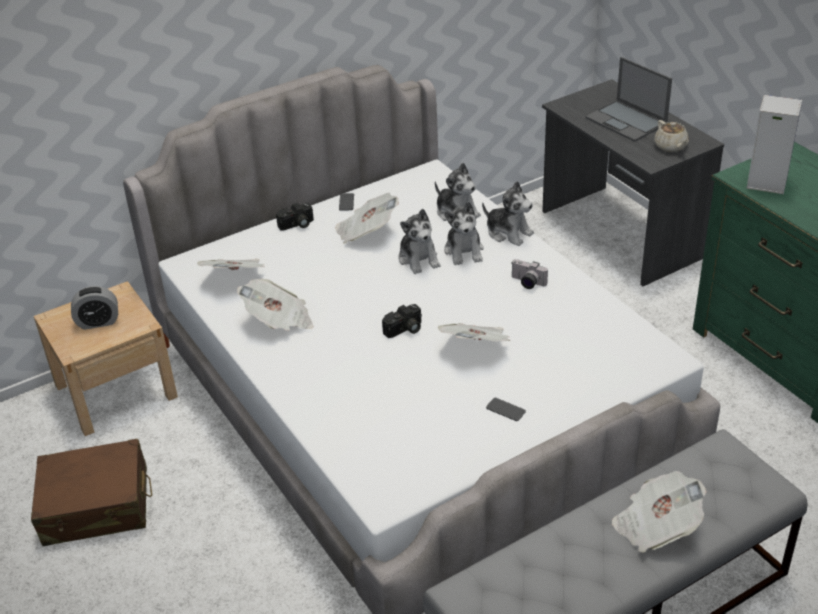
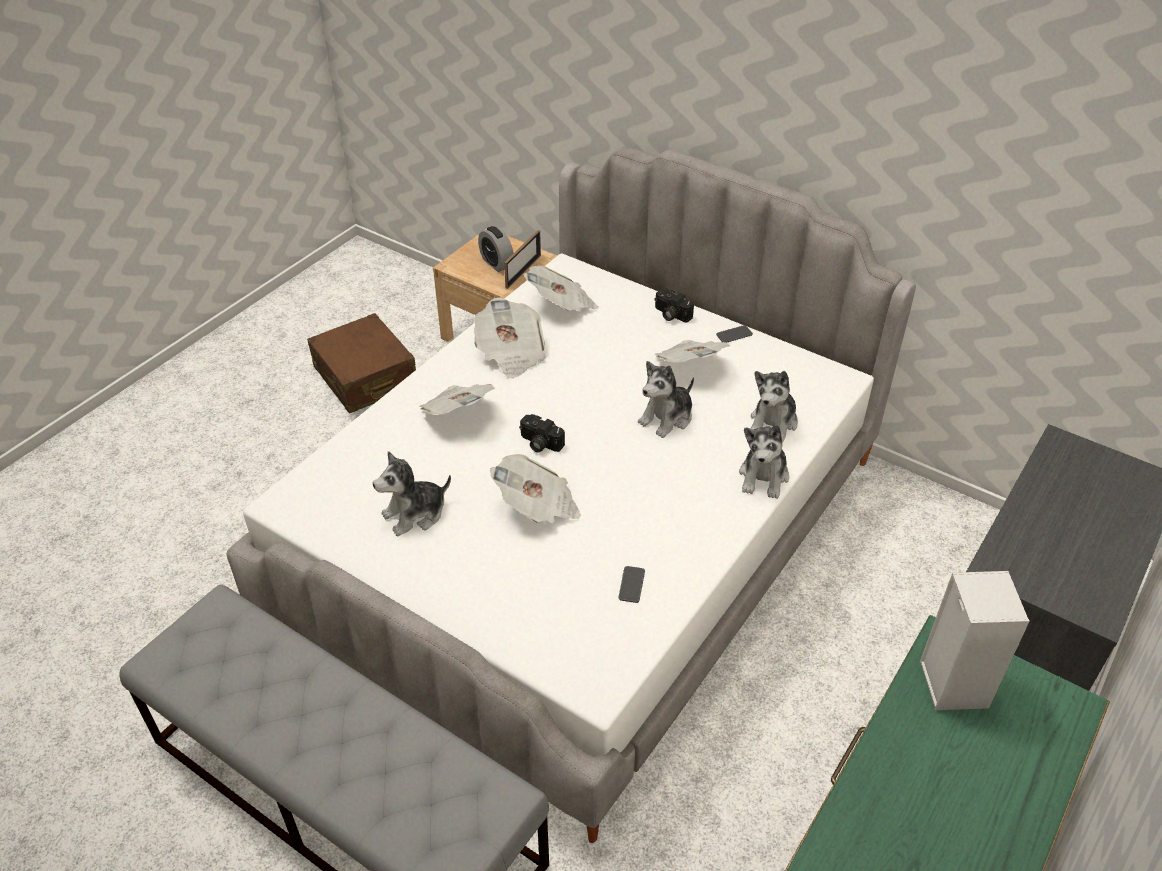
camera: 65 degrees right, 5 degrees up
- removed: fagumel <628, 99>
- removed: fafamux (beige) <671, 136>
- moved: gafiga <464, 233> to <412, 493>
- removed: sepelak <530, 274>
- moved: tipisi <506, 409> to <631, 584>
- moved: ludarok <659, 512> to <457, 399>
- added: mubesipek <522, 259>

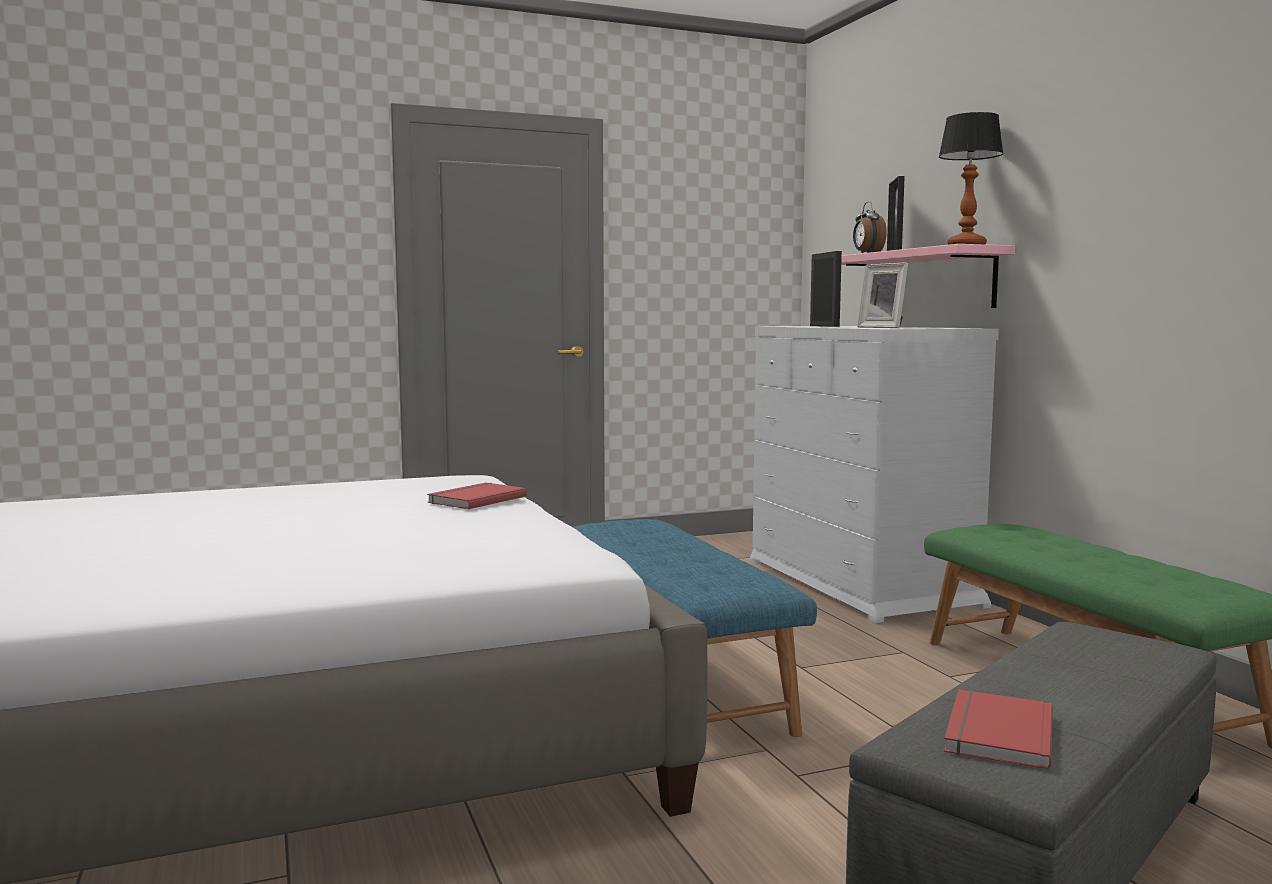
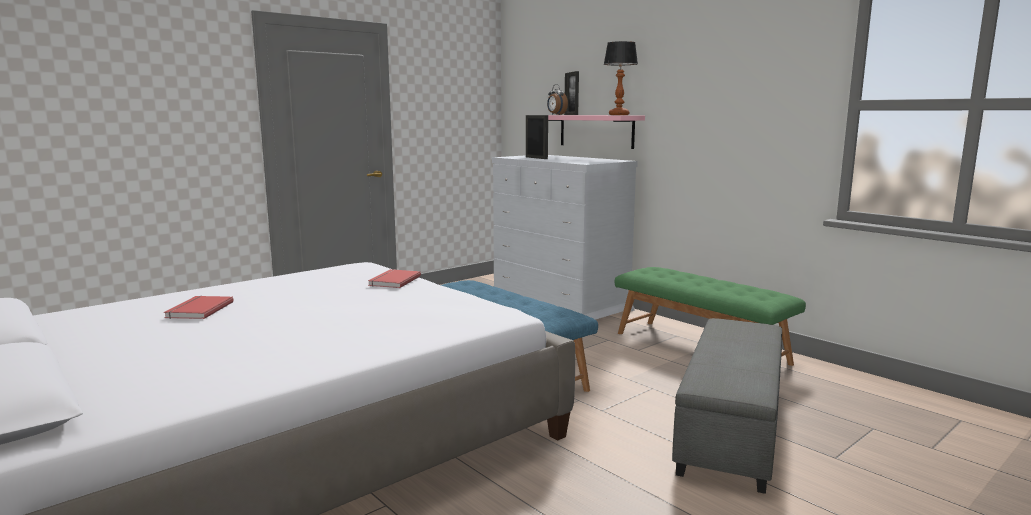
camera: 20 degrees left, 5 degrees up
- removed: mubesipek <882, 295>
- moved: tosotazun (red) <998, 729> to <199, 307>

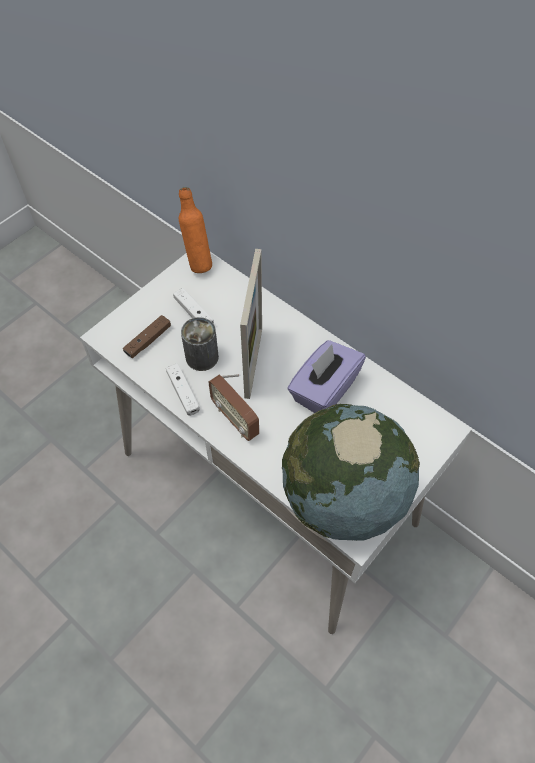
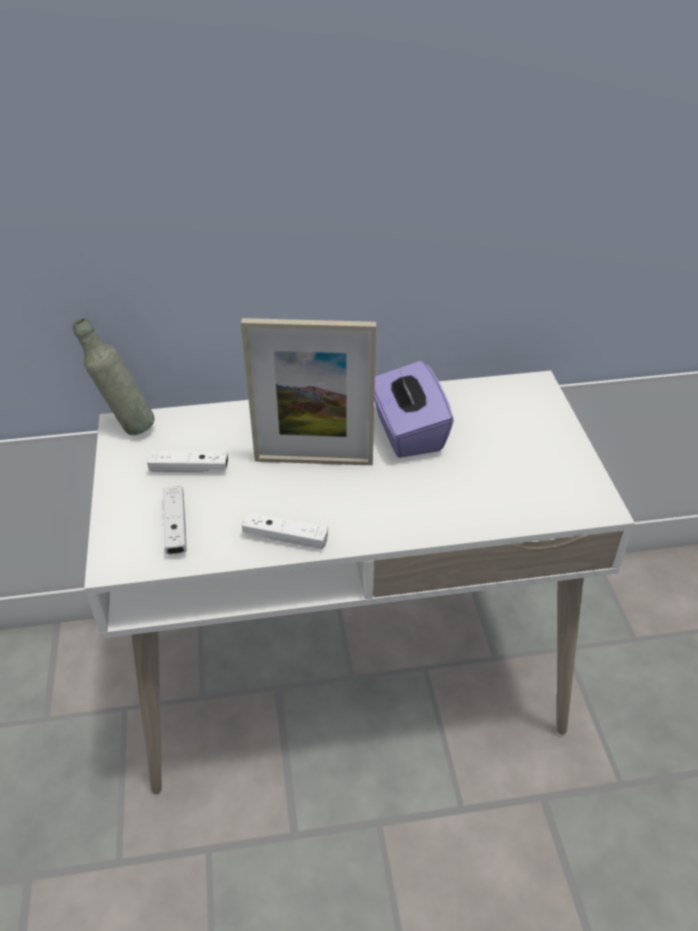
camera: 50 degrees left, 15 degrees down
- recoloured: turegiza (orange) <195, 230> to turegiza (grey) <113, 376>
- turned: mubesipek <251, 324> = <308, 391> 135 degrees clockwise
- recoloured: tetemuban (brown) <147, 336> to tetemuban (white) <175, 520>
- removed: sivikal <200, 344>
- removed: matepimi <233, 407>
- removed: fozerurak <351, 472>

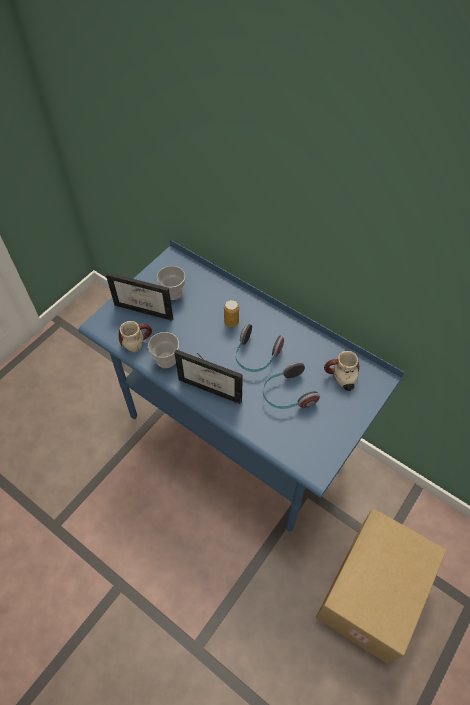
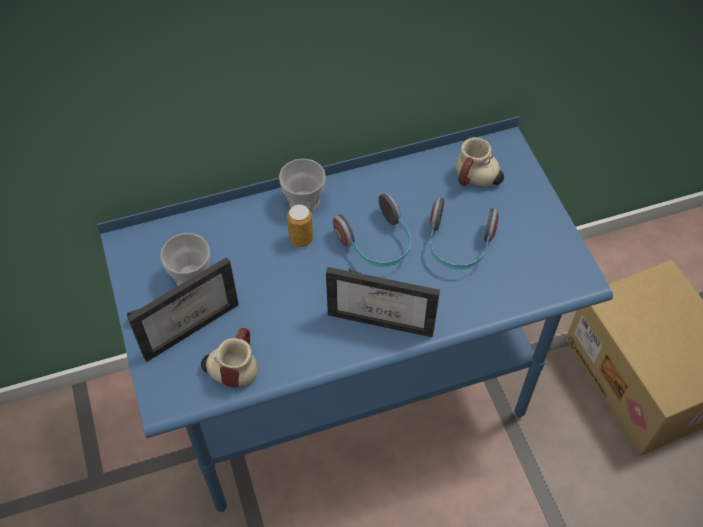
camera: 55 degrees left, 0 degrees up
- moved: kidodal <163, 350> to <302, 185>
- turned: mubesipek <208, 376> = <383, 302> 45 degrees clockwise

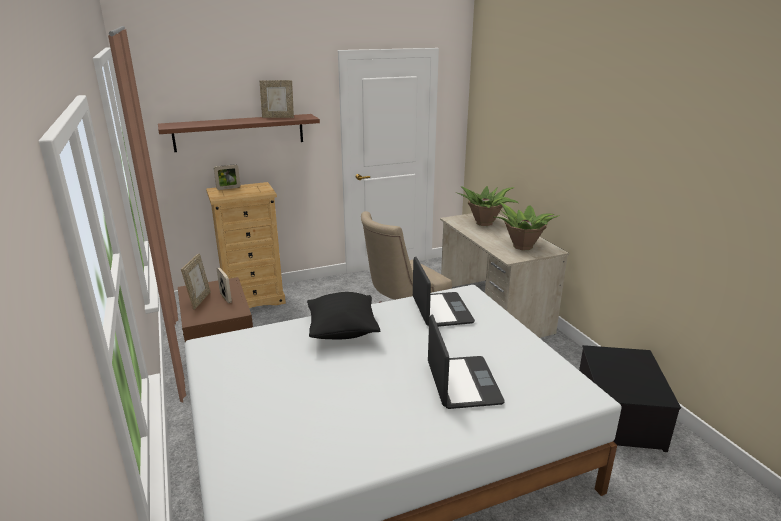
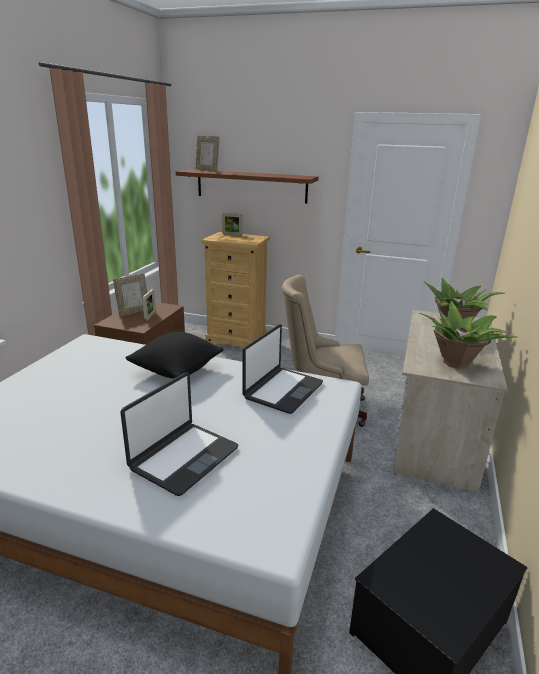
camera: 40 degrees right, 0 degrees up
- moved: mubesipek <277, 99> to <207, 153>

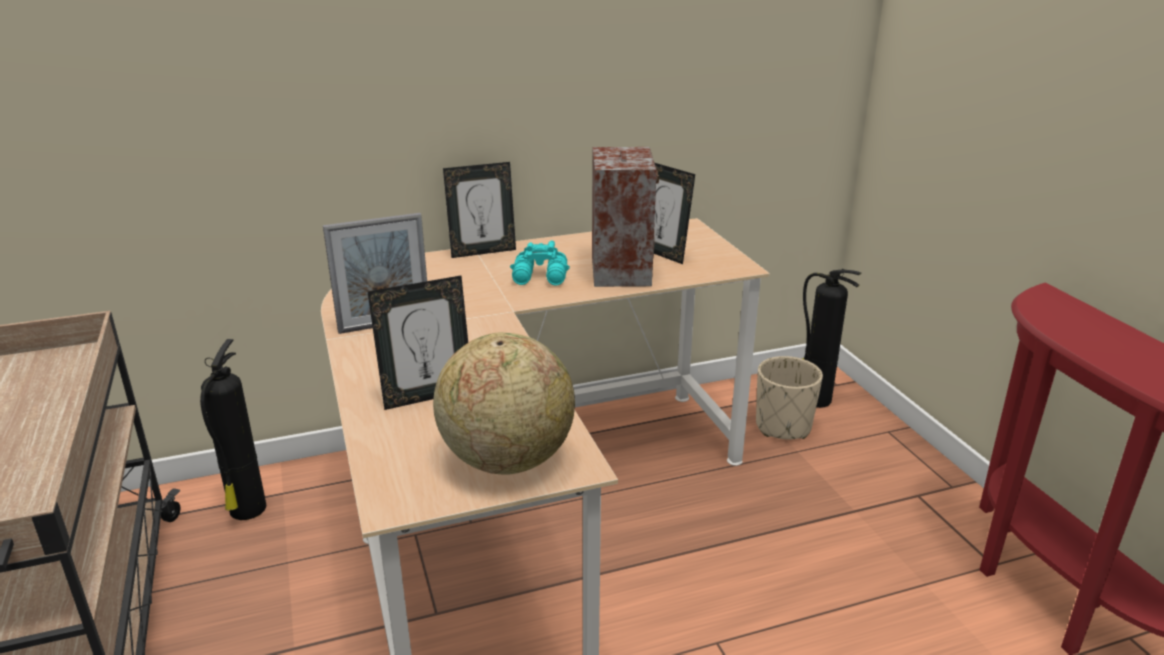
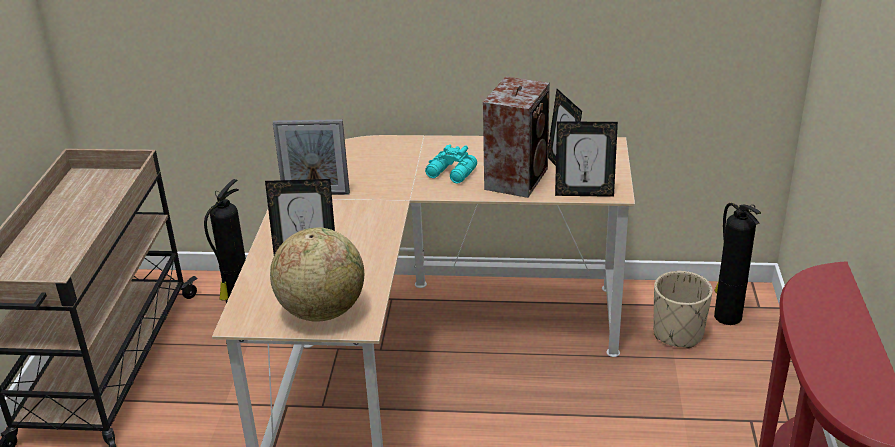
camera: 25 degrees right, 5 degrees up
- moved: mubesipek <479, 210> to <586, 159>

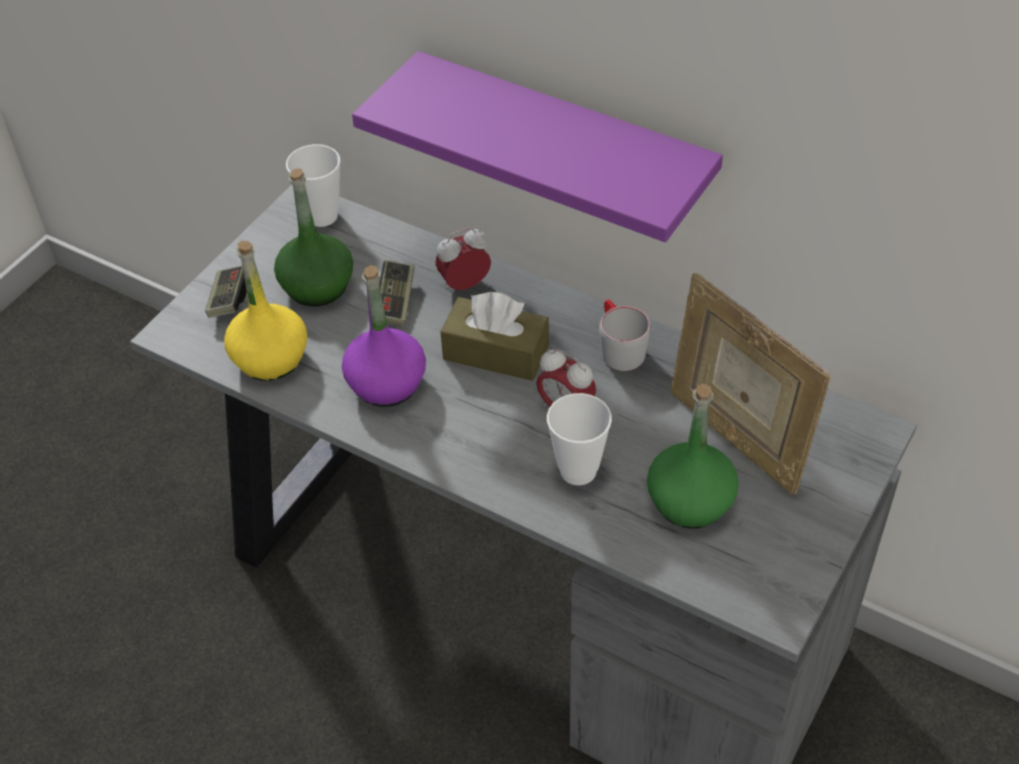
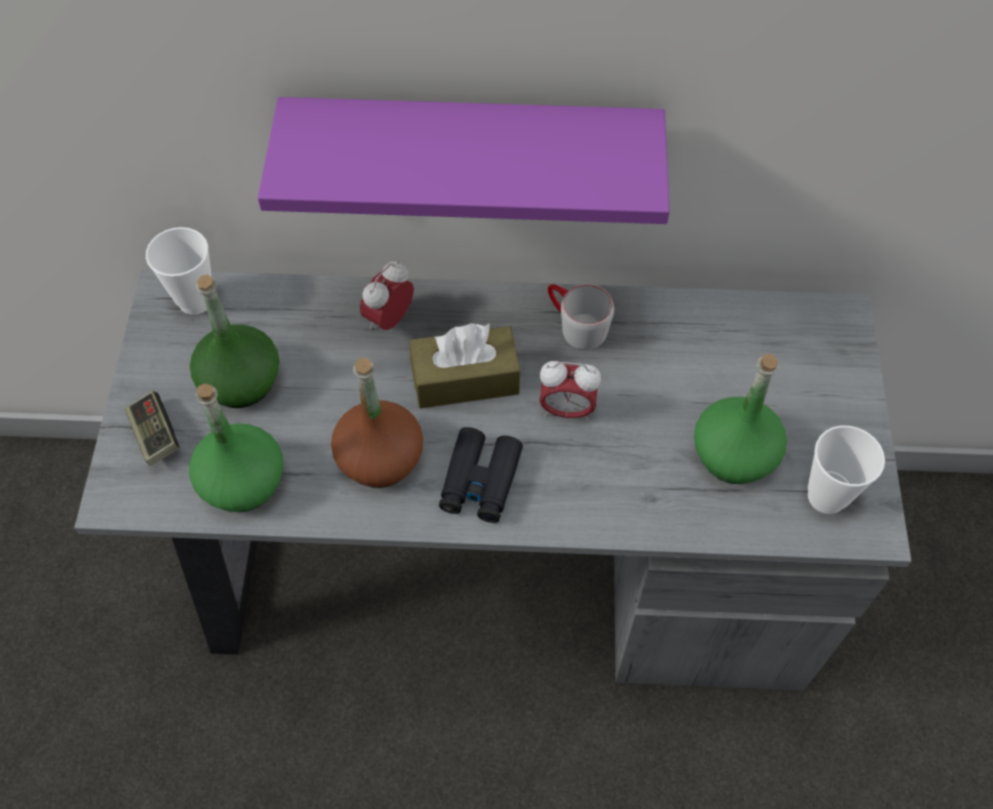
camera: 30 degrees left, 10 degrees up
- recoloured: turegiza (yellow) <266, 311> to turegiza (green) <236, 447>
- removed: tetemuban <397, 293>
- recoloured: turegiza (purple) <384, 336> to turegiza (brown) <377, 423>
- removed: mubesipek <750, 383>
- moved: kidodal <579, 439> to <846, 469>
- added: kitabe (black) <481, 475>

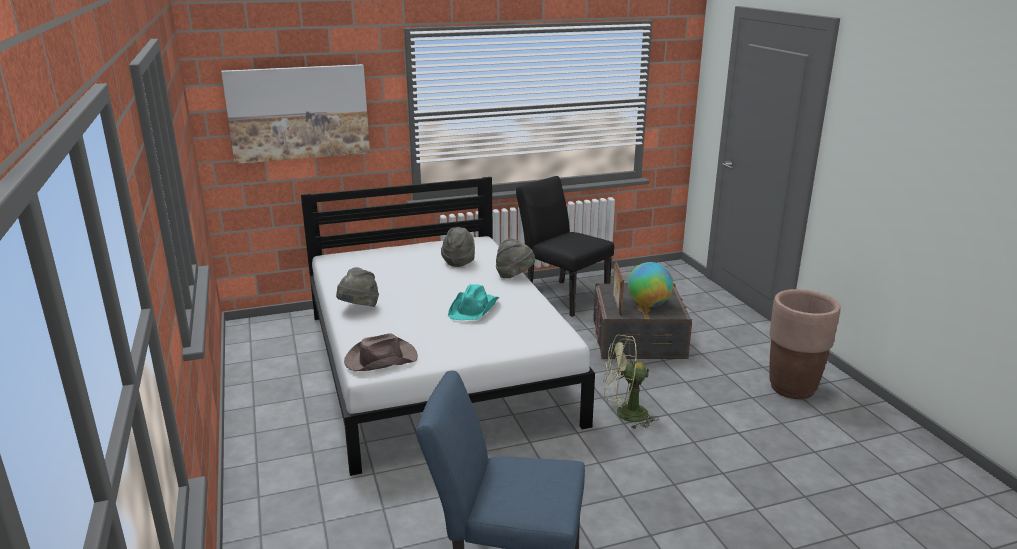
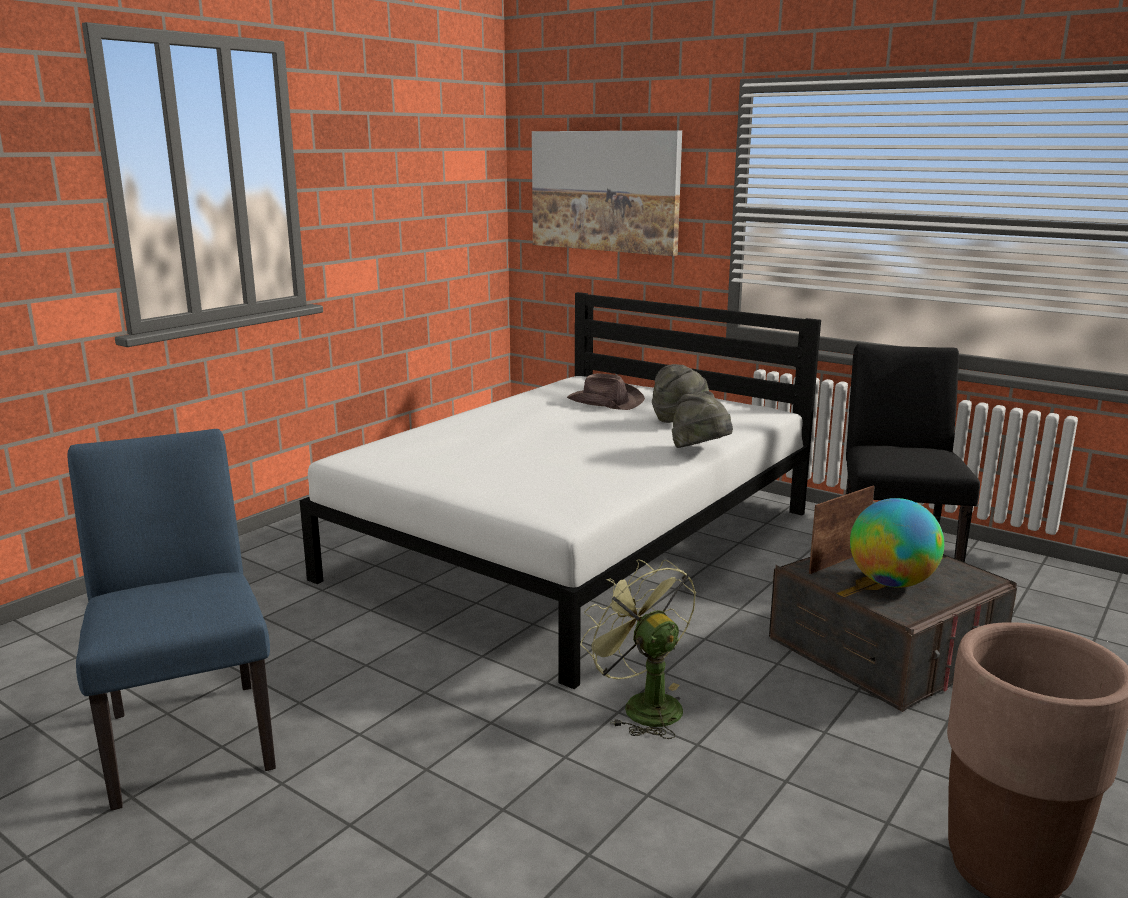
camera: 55 degrees right, 5 degrees down
- removed: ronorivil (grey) <357, 287>
- removed: ronorivil (turquoise) <473, 302>
- moved: ronorivil (brown) <381, 352> to <606, 391>

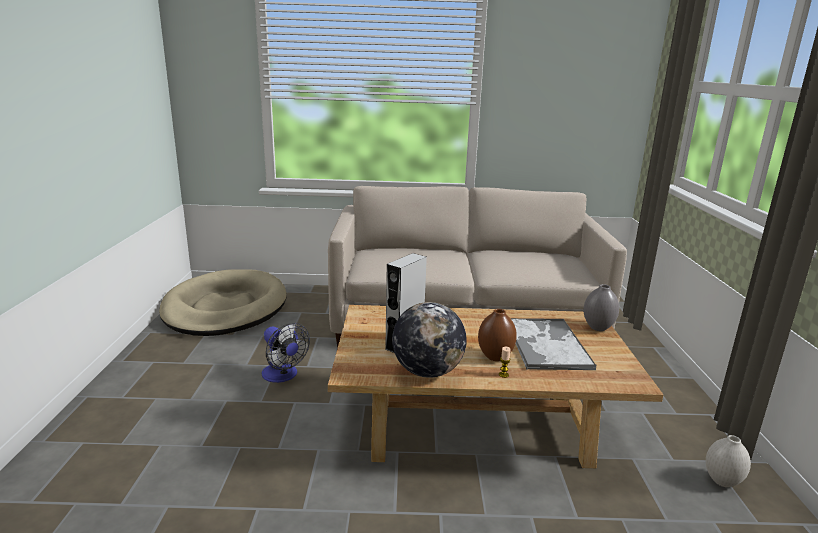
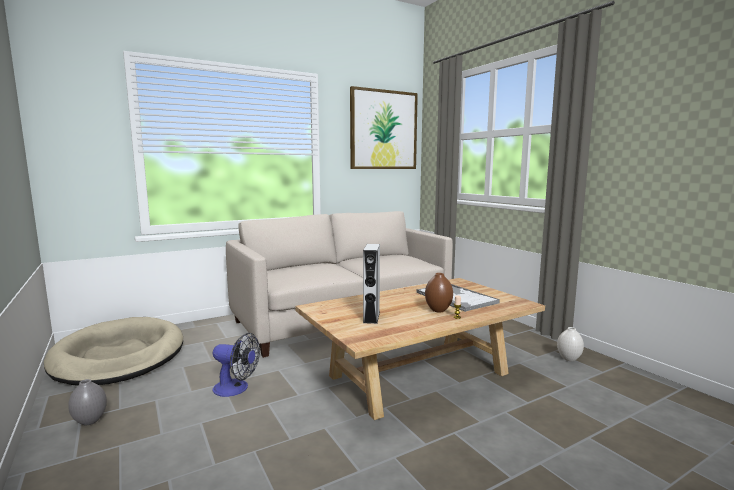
camera: 30 degrees left, 10 degrees down
- moved: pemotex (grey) <601, 307> to <87, 402>
- removed: fozerurak <429, 340>
- added: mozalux <384, 127>

